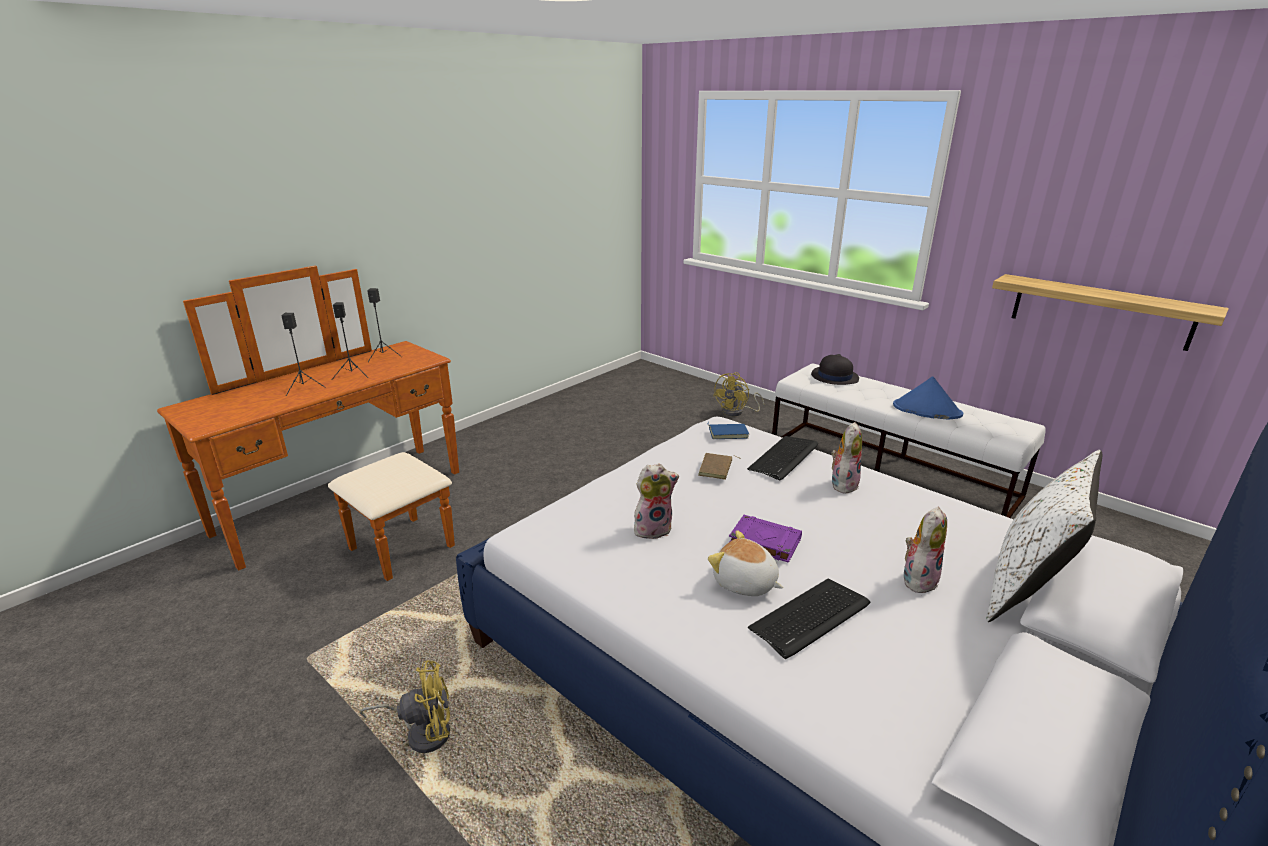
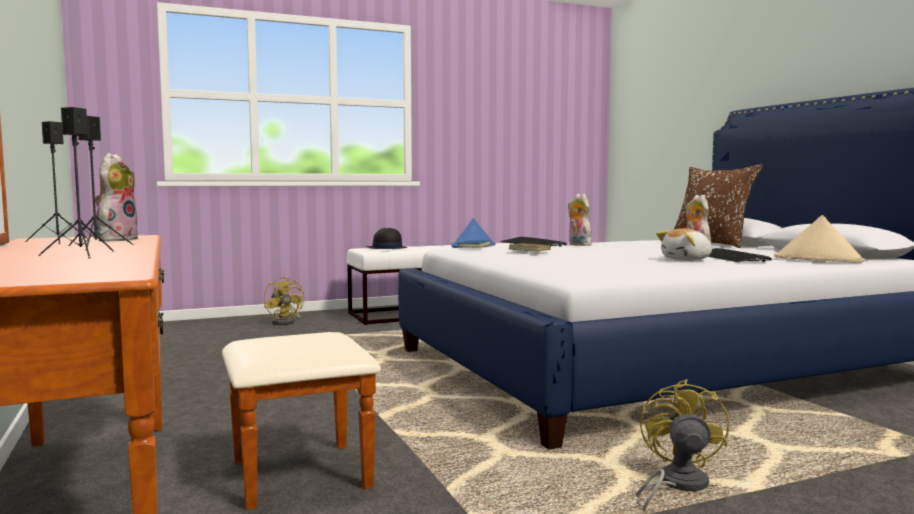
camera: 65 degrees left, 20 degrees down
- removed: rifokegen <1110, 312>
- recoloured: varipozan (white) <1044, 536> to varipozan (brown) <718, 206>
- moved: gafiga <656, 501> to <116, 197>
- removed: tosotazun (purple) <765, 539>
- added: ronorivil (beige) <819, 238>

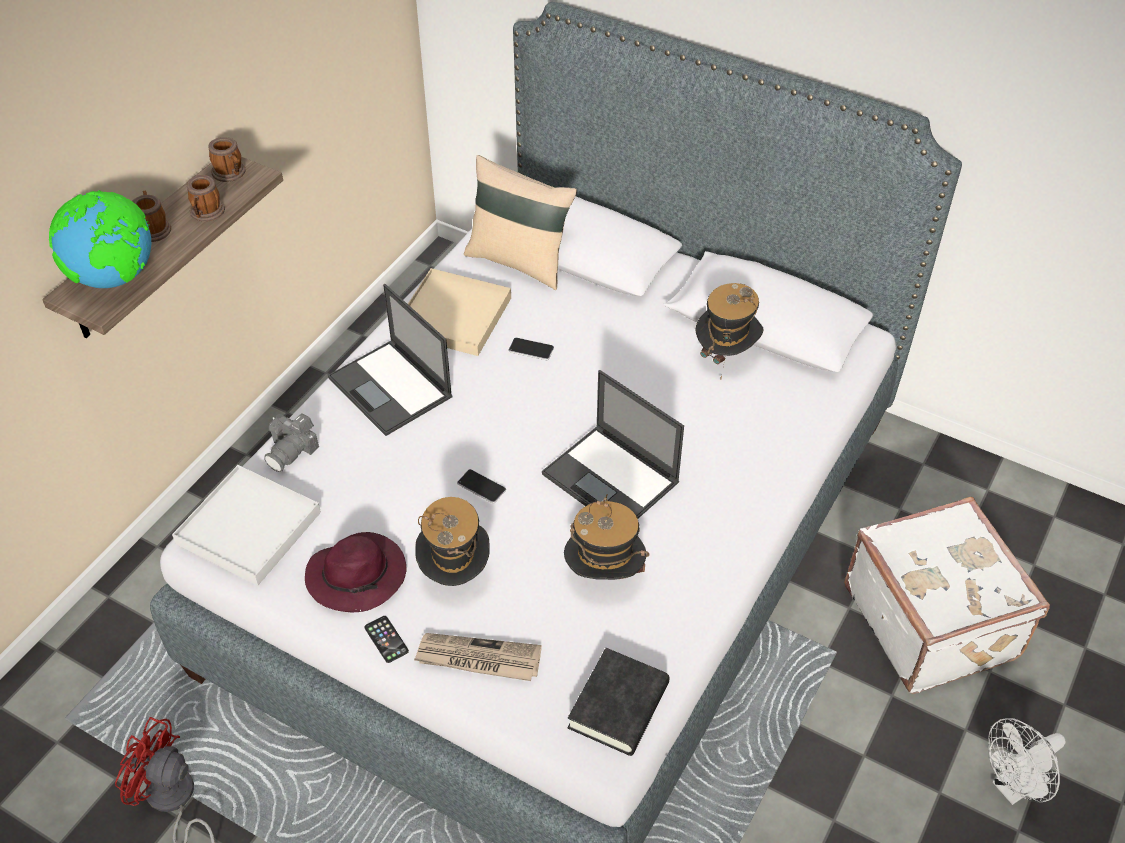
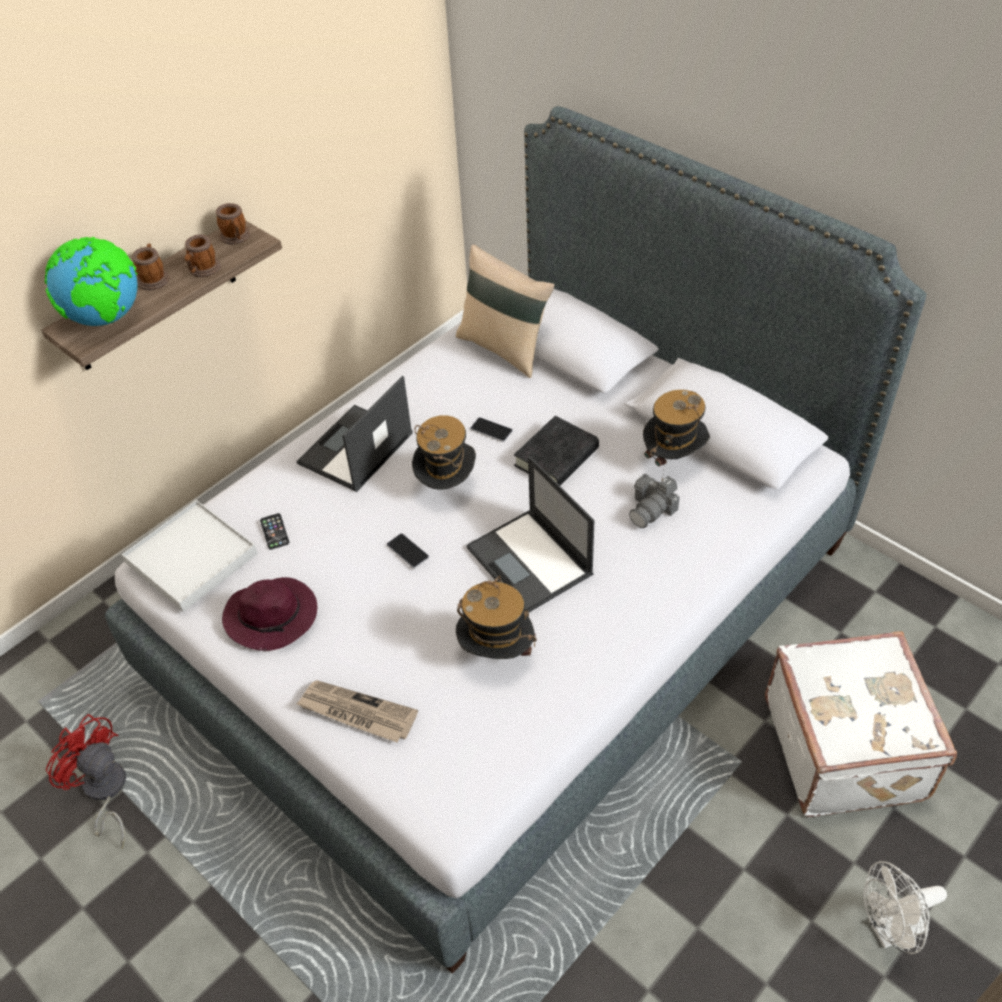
camera: 15 degrees right, 0 degrees up
- removed: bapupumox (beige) <459, 312>
- turned: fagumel <390, 360> = <354, 434> 60 degrees clockwise
- moved: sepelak <291, 442> to <654, 501>
- moved: ronorivil <452, 541> to <444, 452>
- moved: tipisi <387, 639> to <274, 531>
- moved: tosotazun (black) <619, 702> to <556, 451>

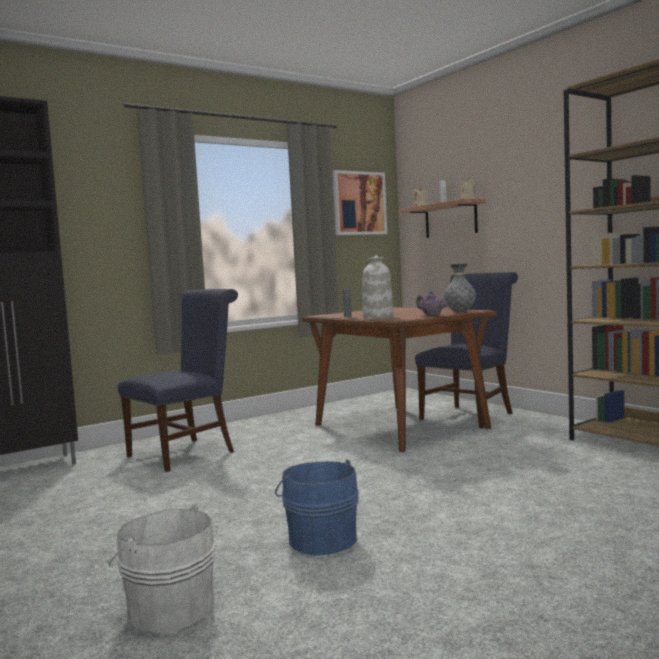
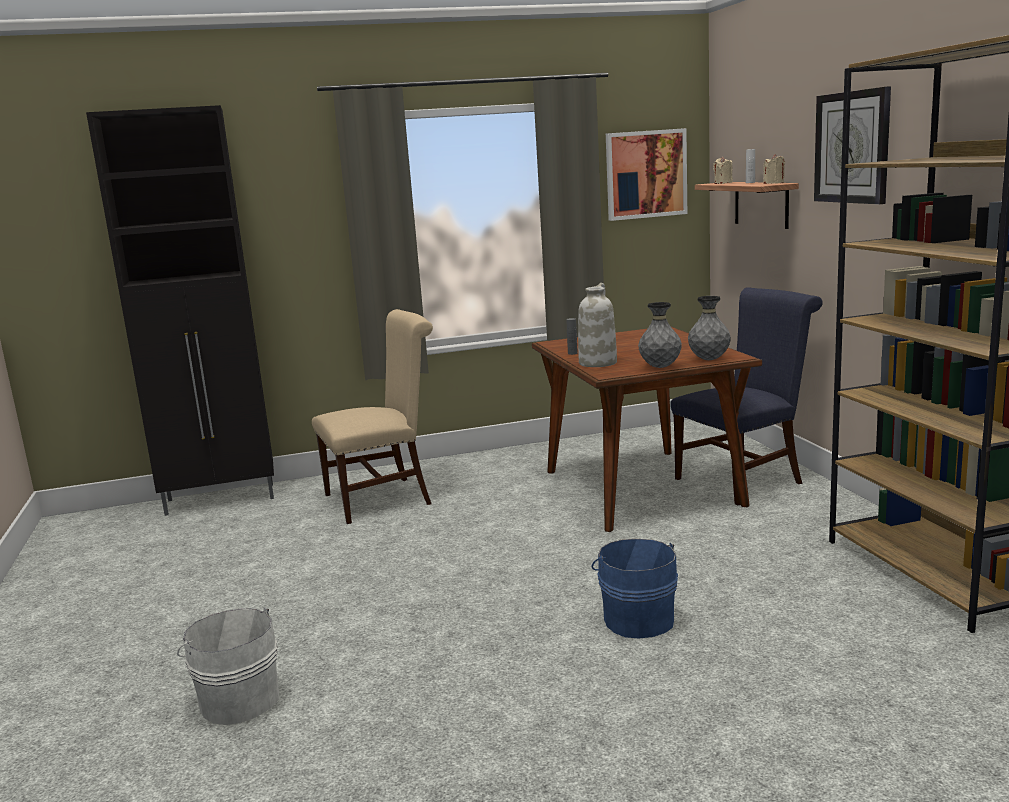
camera: 20 degrees right, 10 degrees up
- recoloured: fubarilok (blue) <178, 380> to fubarilok (beige) <372, 416>
- replaced: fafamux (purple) <432, 303> to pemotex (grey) <660, 335>
- moved: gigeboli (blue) <317, 507> to <634, 589>
- added: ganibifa <852, 145>

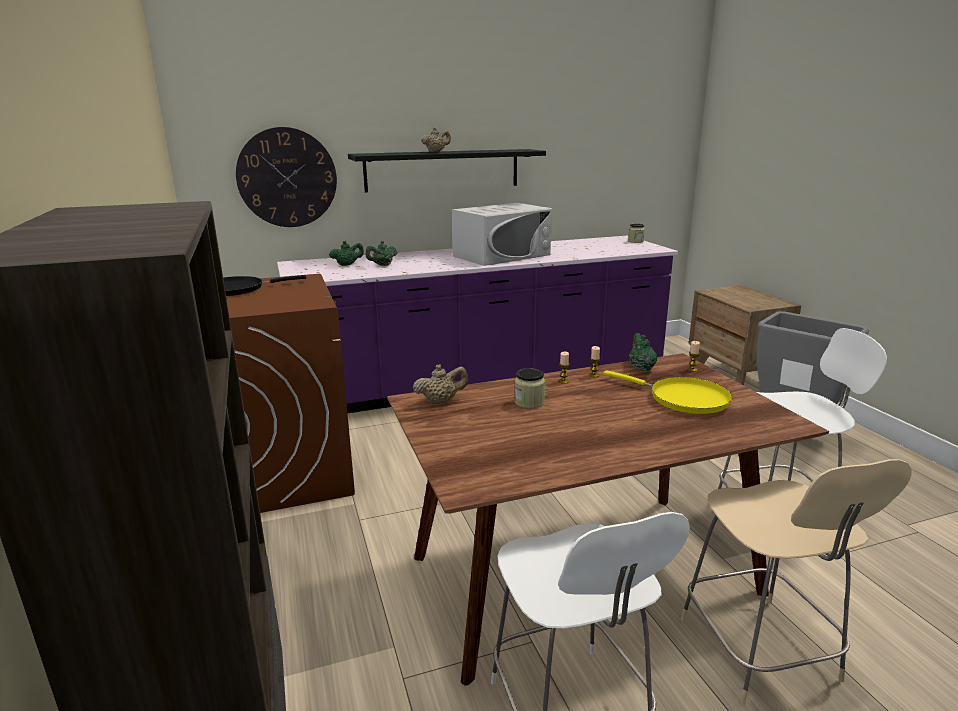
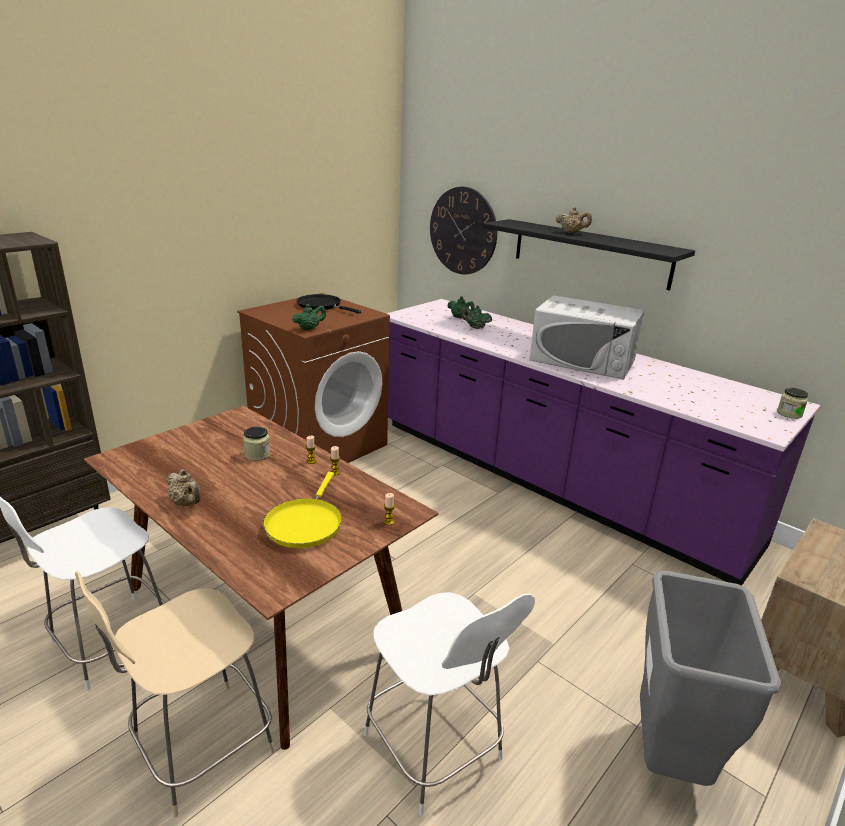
camera: 60 degrees right, 5 degrees up
- moved: fafamux (green) <643, 352> to <309, 317>
- moved: fafamux (beige) <440, 384> to <183, 487>

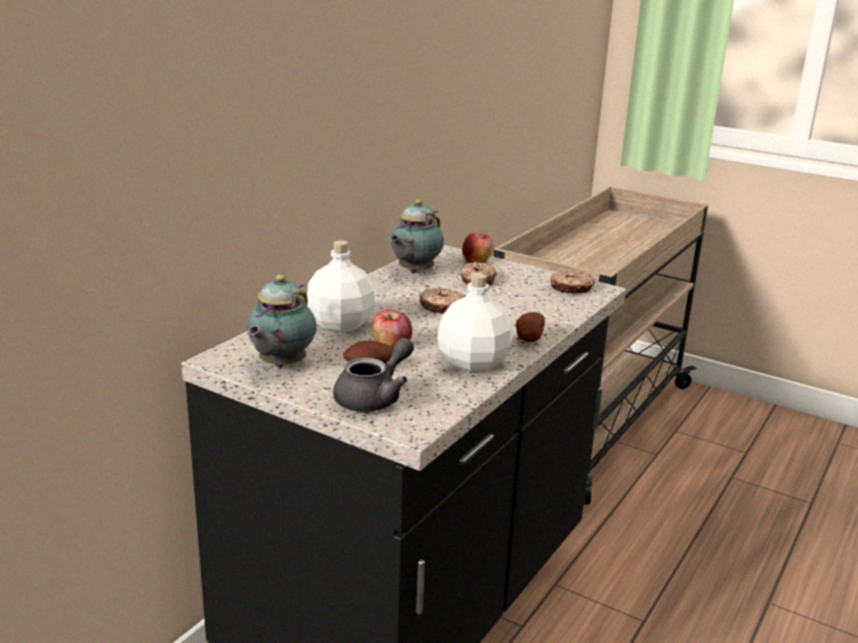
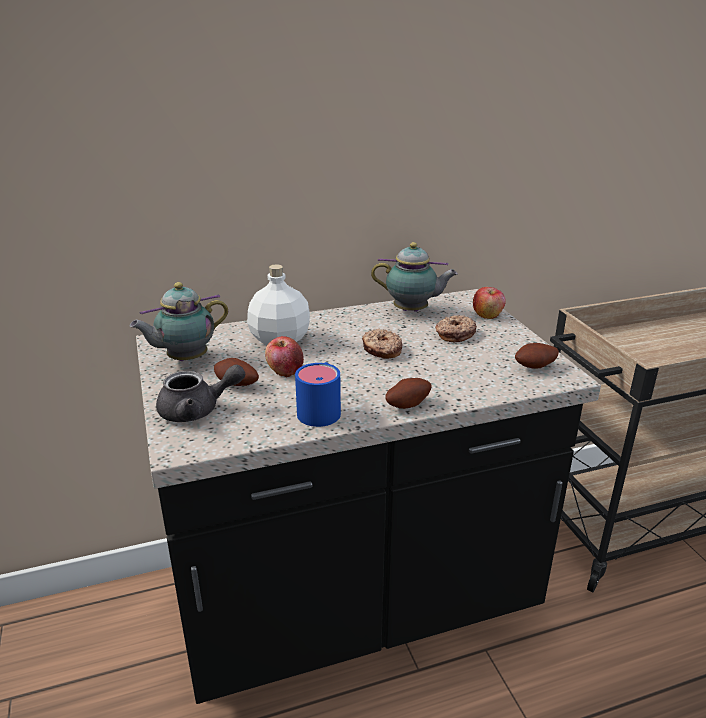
camera: 40 degrees right, 5 degrees up
- turned: fafamux <417, 236> = <414, 277> 150 degrees counterclockwise
- replaced: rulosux <572, 282> to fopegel <537, 356>
- replaced: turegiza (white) <475, 322> to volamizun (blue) <318, 394>

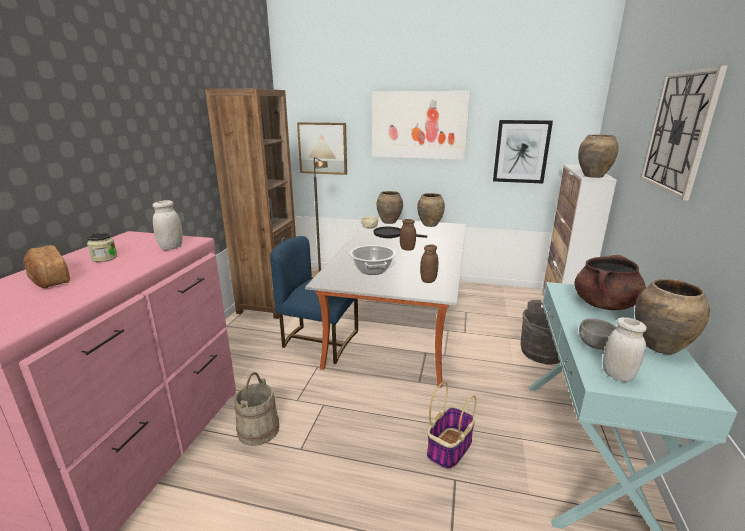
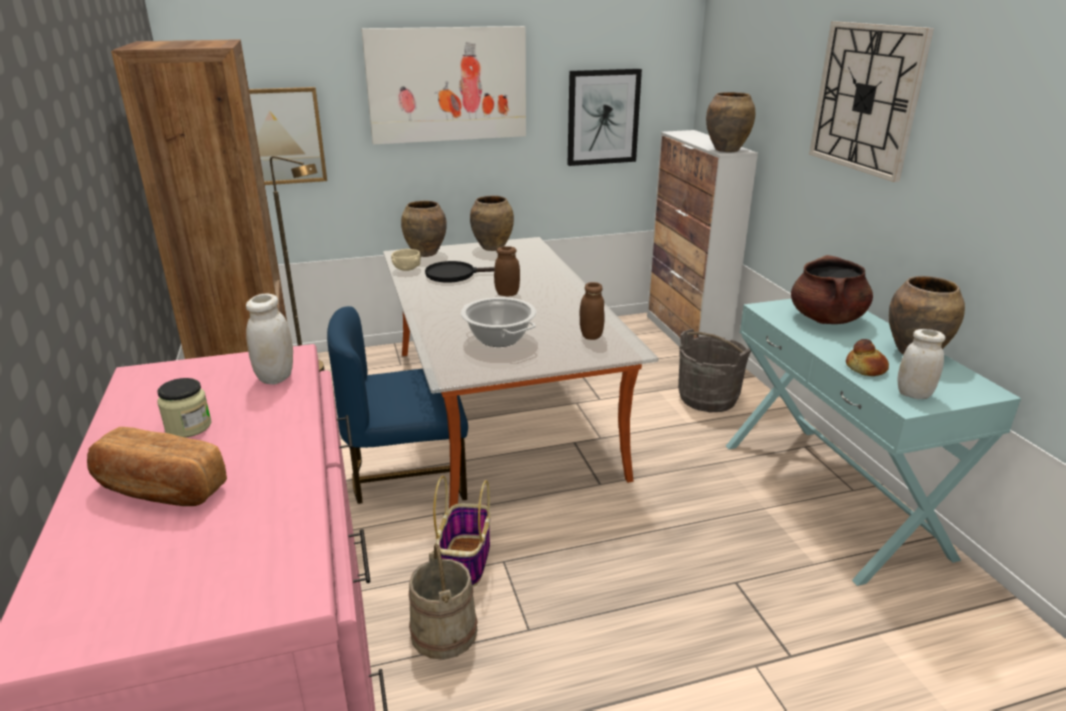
camera: 30 degrees left, 5 degrees up
- replaced: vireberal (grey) <598, 334> to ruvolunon <867, 357>
- moved: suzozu <452, 426> to <461, 531>

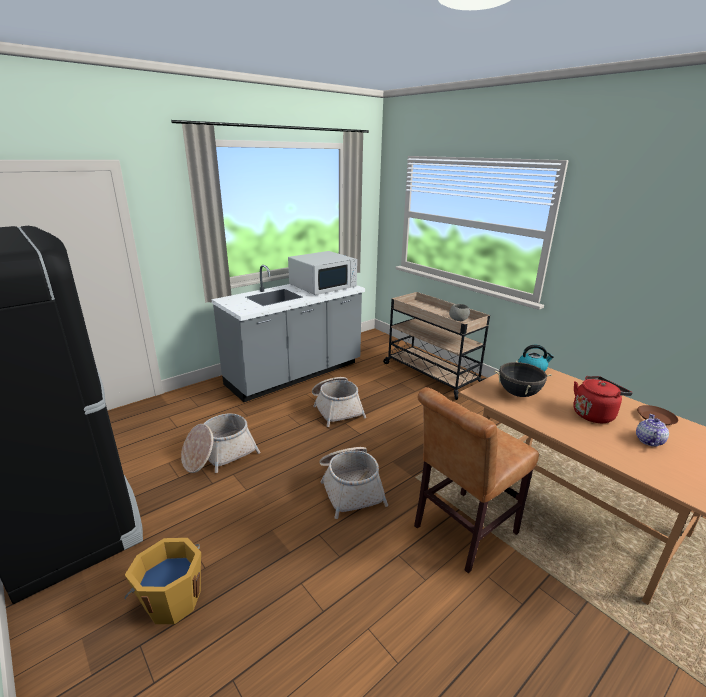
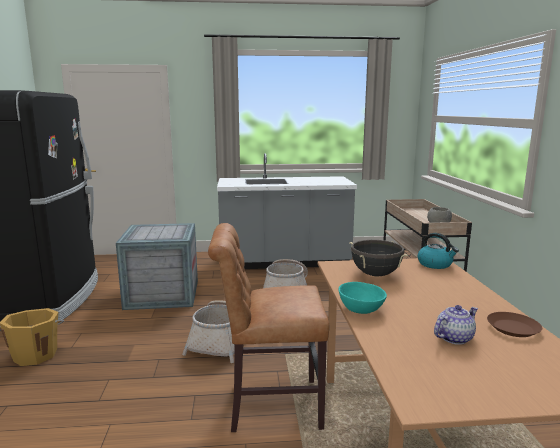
camera: 35 degrees right, 10 degrees down
- removed: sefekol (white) <322, 273>
- removed: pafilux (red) <602, 399>
- replaced: suzozu <220, 443> to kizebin <157, 266>
- added: vireberal (turquoise) <363, 298>

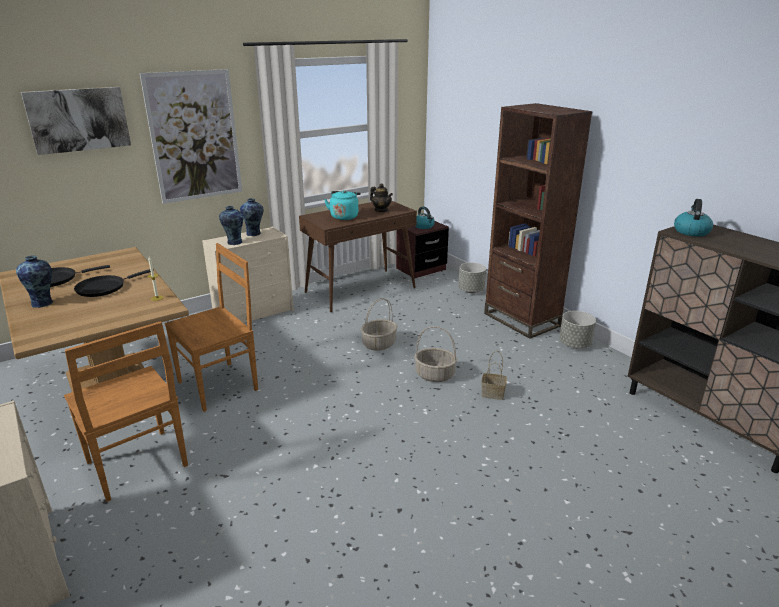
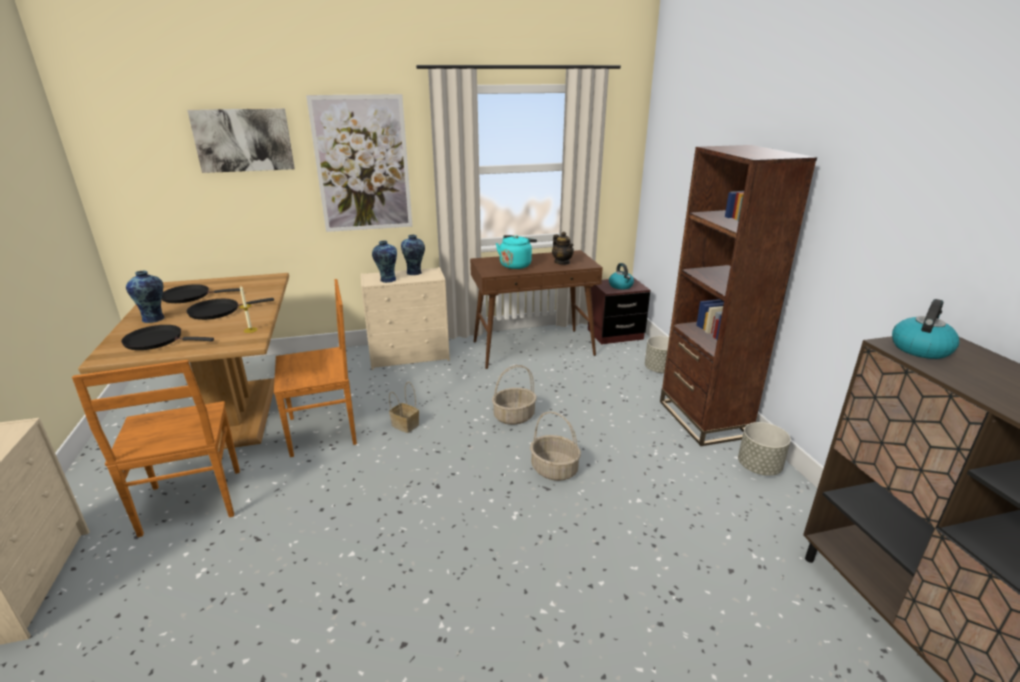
camera: 20 degrees right, 0 degrees up
- moved: suzozu <494, 375> to <404, 407>
- added: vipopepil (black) <167, 337>

